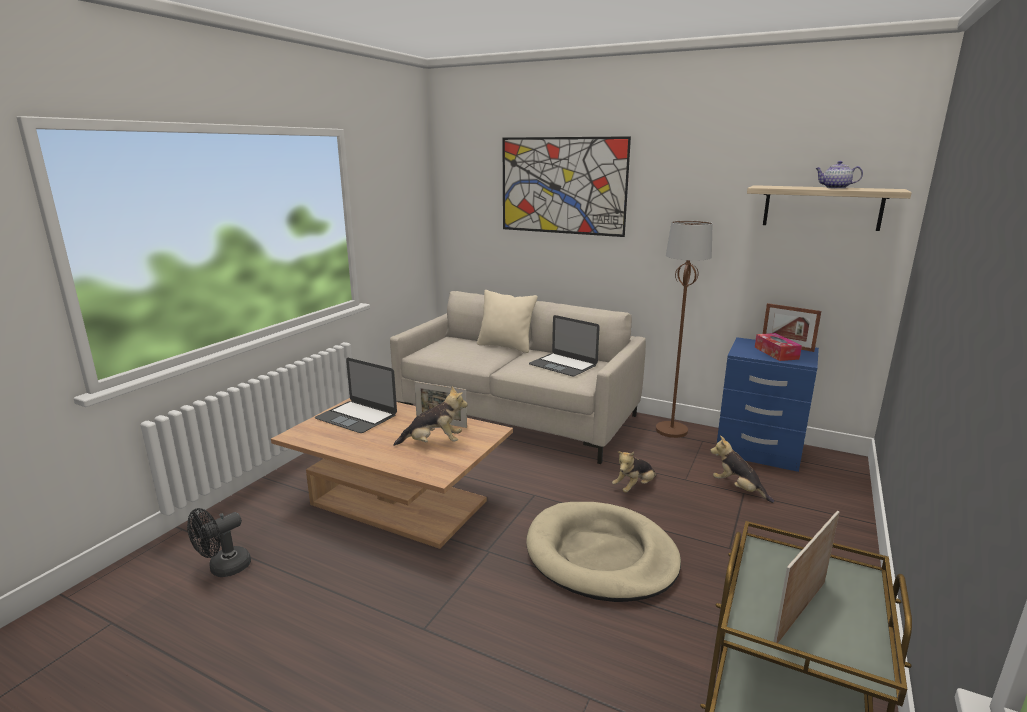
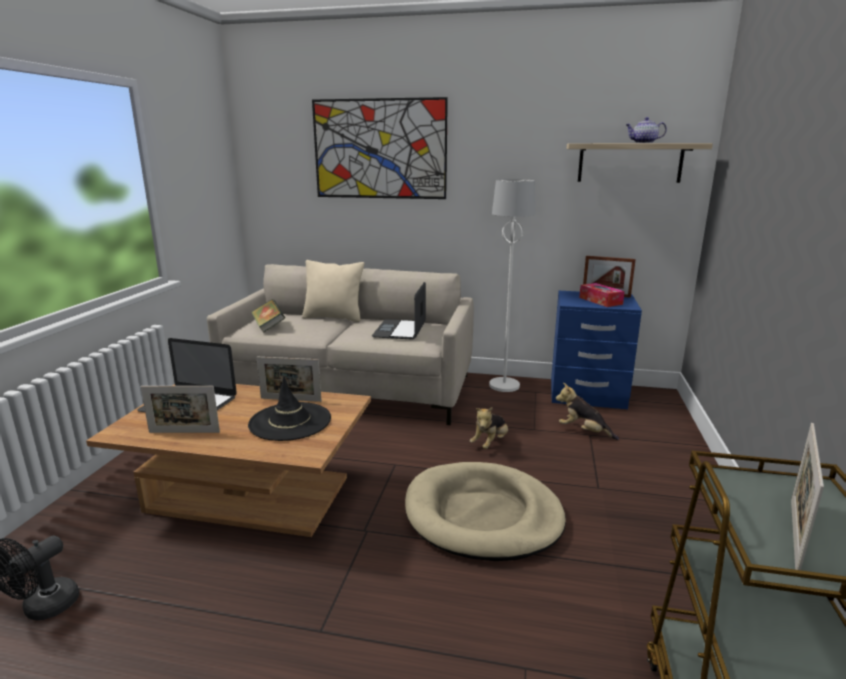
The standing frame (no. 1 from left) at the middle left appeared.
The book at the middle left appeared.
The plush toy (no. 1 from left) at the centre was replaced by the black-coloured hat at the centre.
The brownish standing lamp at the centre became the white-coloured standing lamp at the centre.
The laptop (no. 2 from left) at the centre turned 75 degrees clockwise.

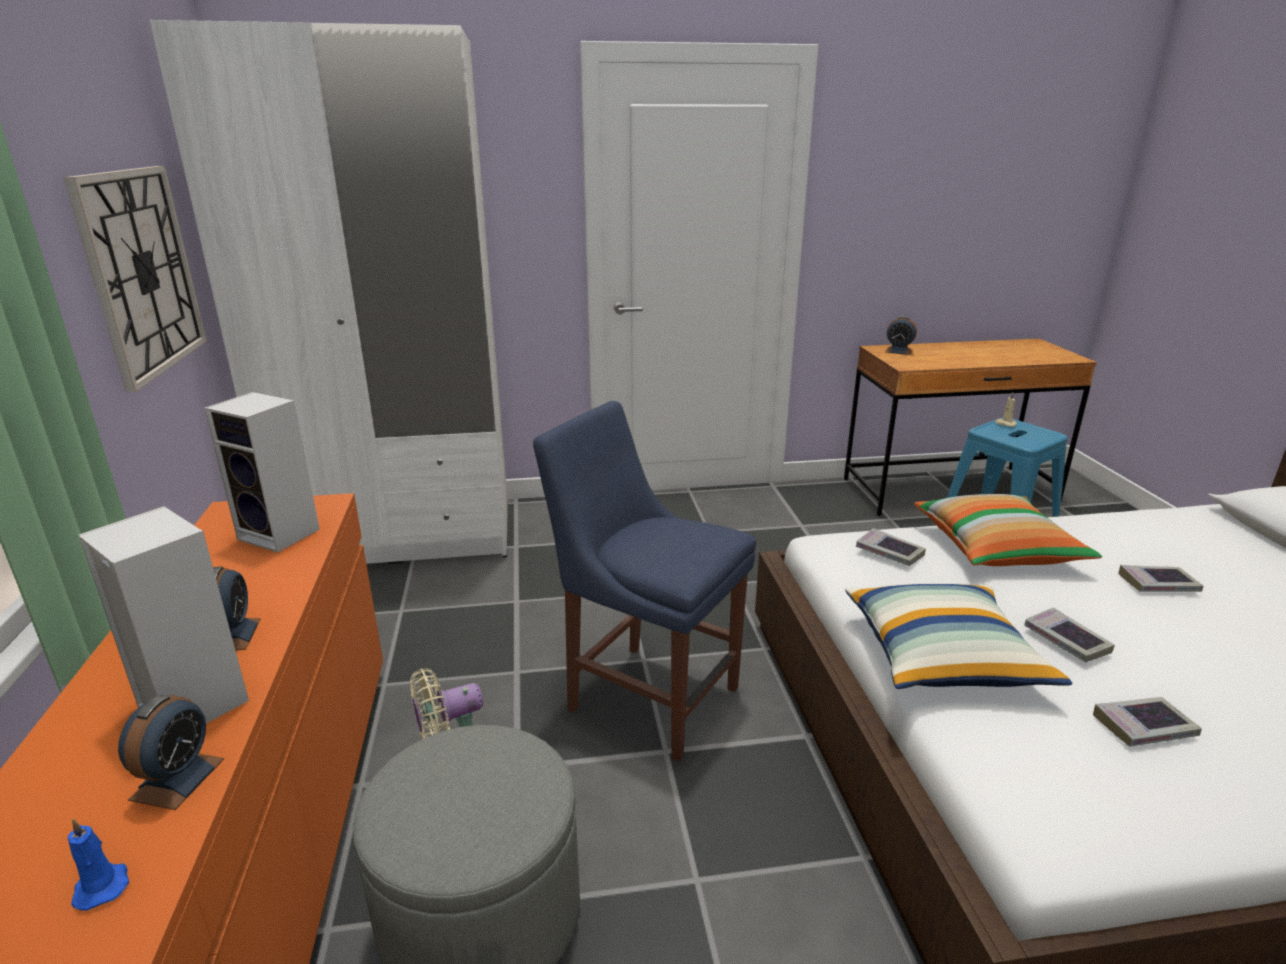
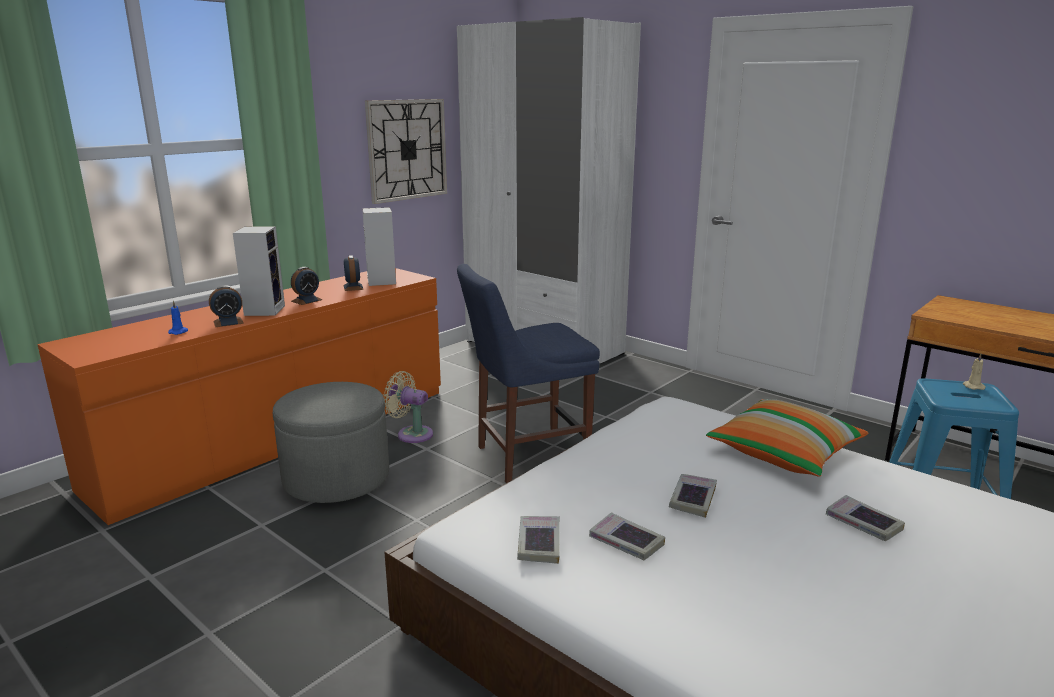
The throw pillow (no. 1 from left) at the middle right disappeared.
The book (no. 1 from left) moved from the middle right to the bottom centre.
The table clock (no. 3 from left) moved from the middle right to the centre.
The blue-coloured upright chair at the centre turned 105 degrees counterclockwise.

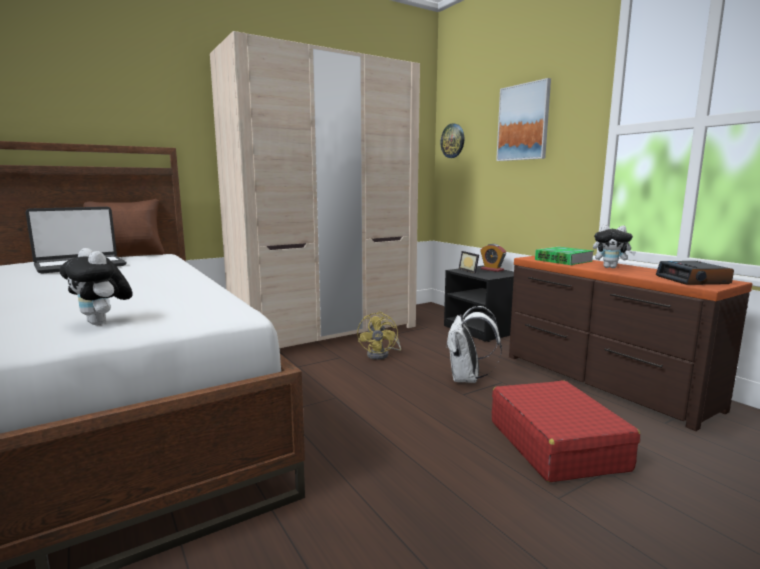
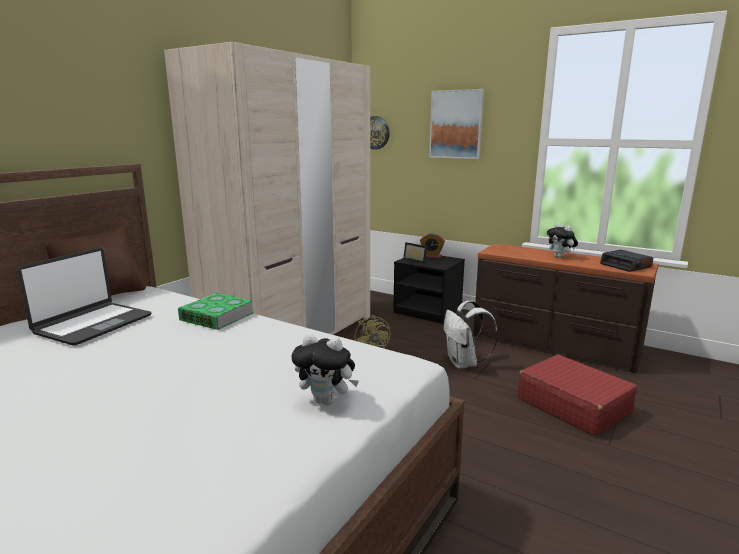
The book moved from the middle right to the middle left.
The plush toy (no. 2 from left) at the middle right turned 60 degrees clockwise.

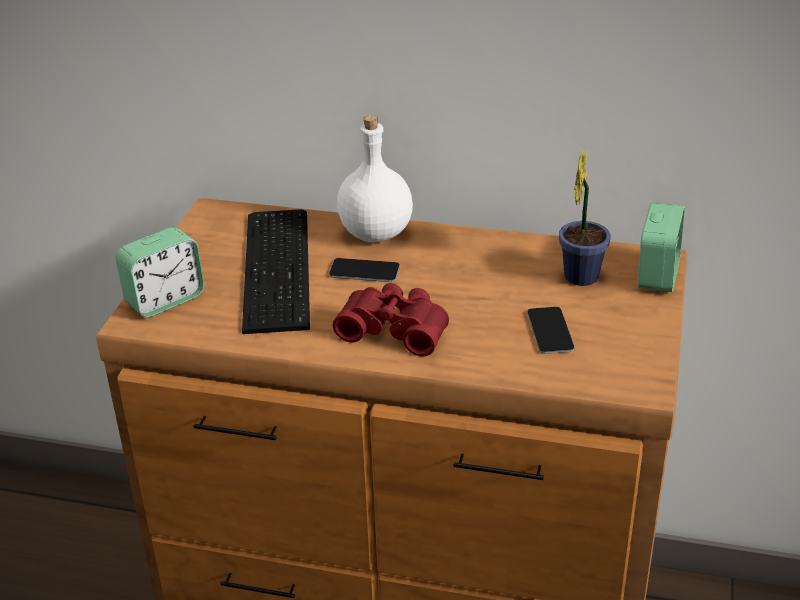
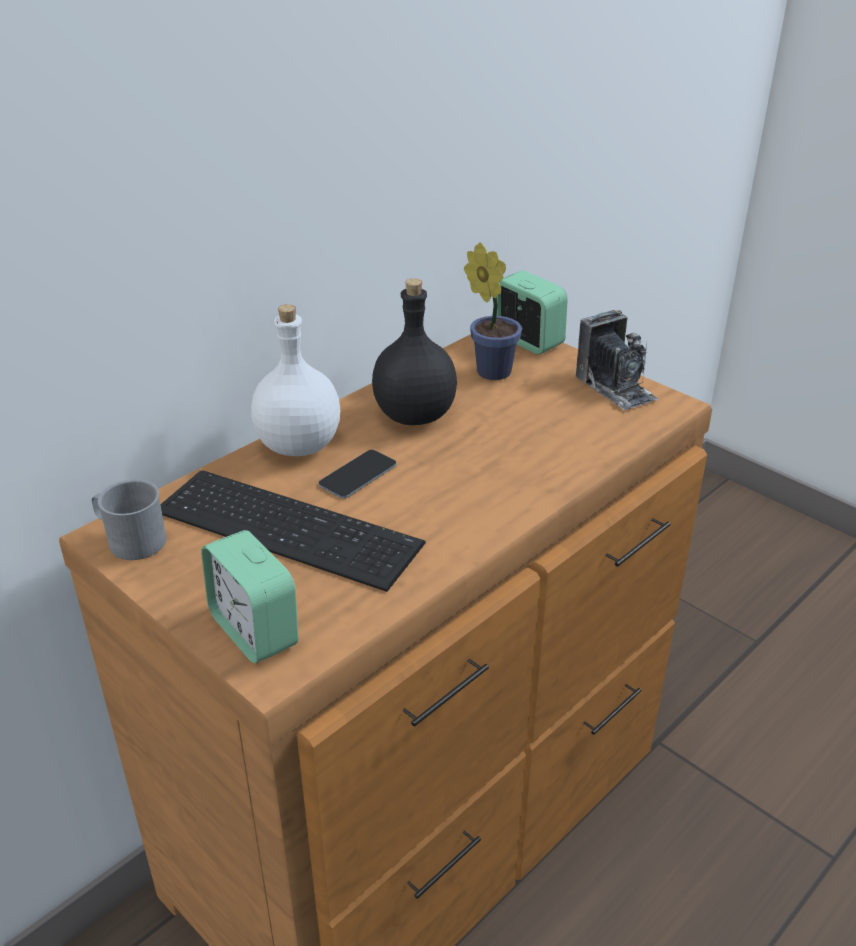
The reddish field glasses at the centre disappeared.
The phone (no. 2 from left) at the middle right disappeared.
The gray coffee mug at the middle left appeared.
The black-coloured beverage bottle at the centre appeared.
The photo camera at the middle right appeared.
The table clock (no. 1 from left) at the middle left turned 150 degrees clockwise.

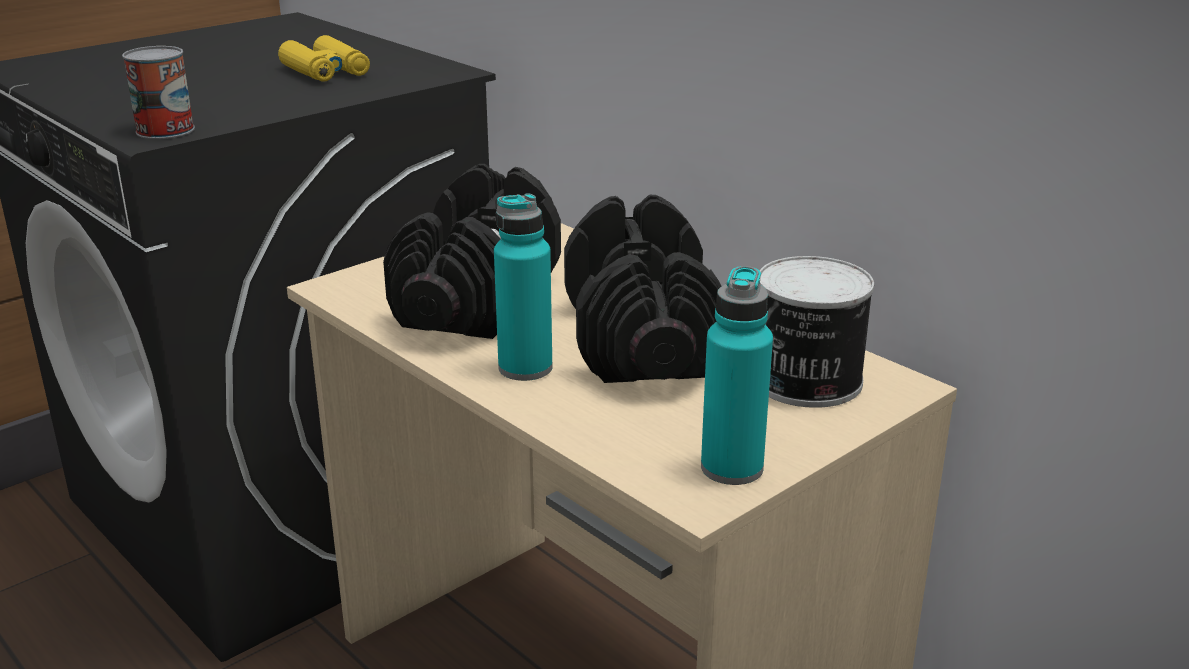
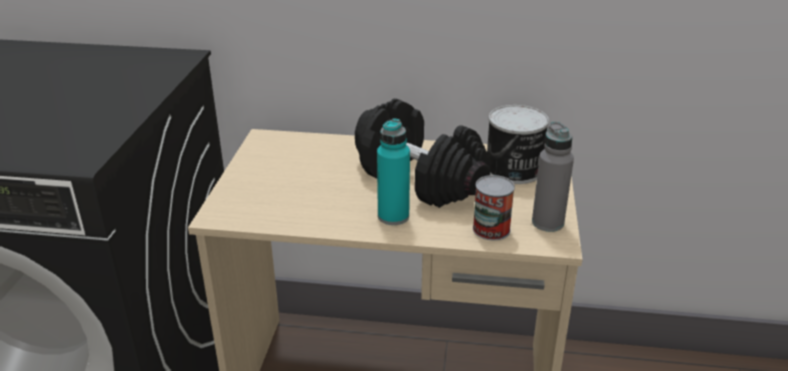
The yellowish field glasses at the top left disappeared.
The black-coloured dumbbell (no. 1 from left) at the centre disappeared.
The can (no. 1 from left) moved from the top left to the centre.
The turquoise-coloured beverage bottle (no. 2 from left) at the centre became the gray beverage bottle at the middle right.

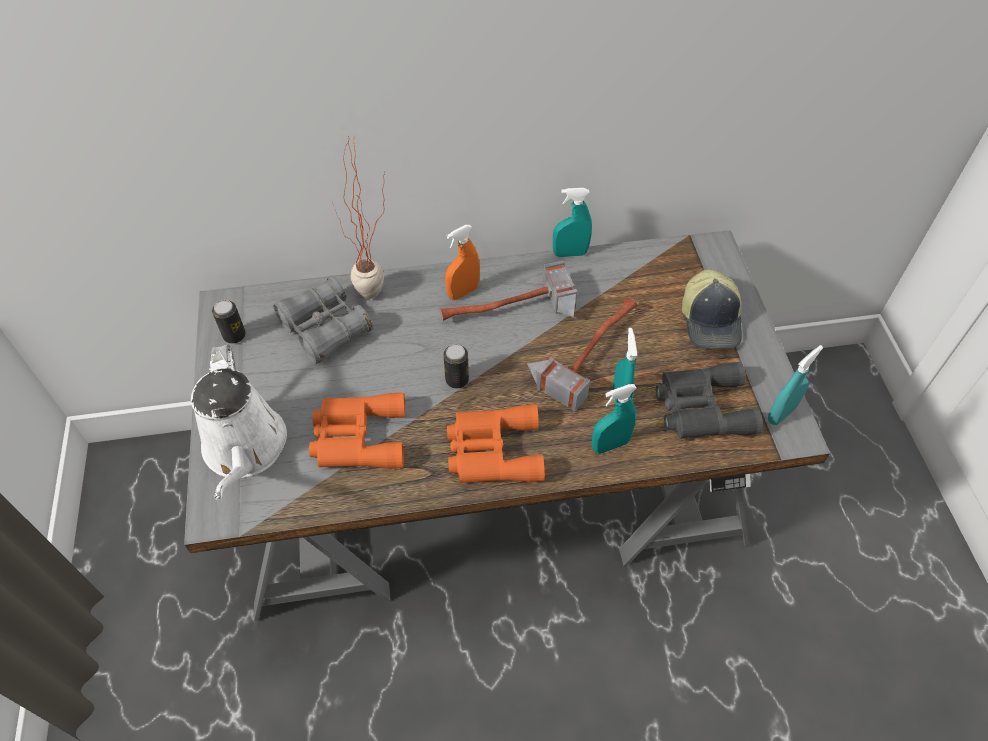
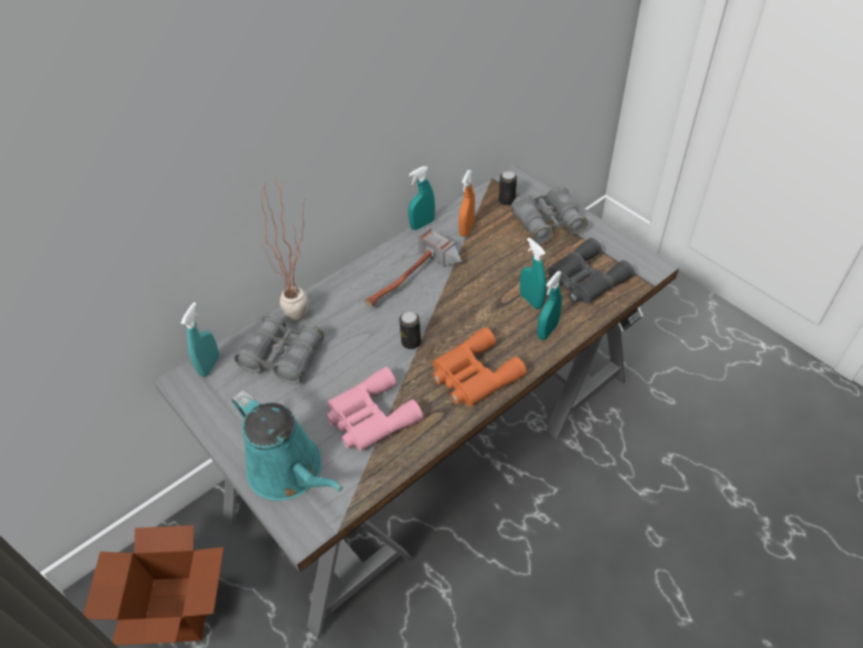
The tool hammer (no. 2 from left) at the centre disappeared.
The cardboard box at the bottom left appeared.
The can (no. 1 from left in the first image) moved from the middle left to the top centre.
The orange-coloured spray bottle moved from the centre to the top centre.
The turquoise-coloured spray bottle (no. 4 from left in the first image) moved from the middle right to the middle left.
The baseball cap at the middle right was replaced by the gray field glasses (no. 2 from left) at the top centre.
The white-coloured watering pot at the middle left became the turquoise-coloured watering pot at the bottom left.
The orange-coloured field glasses (no. 1 from left) at the centre became the pinkish field glasses at the centre.

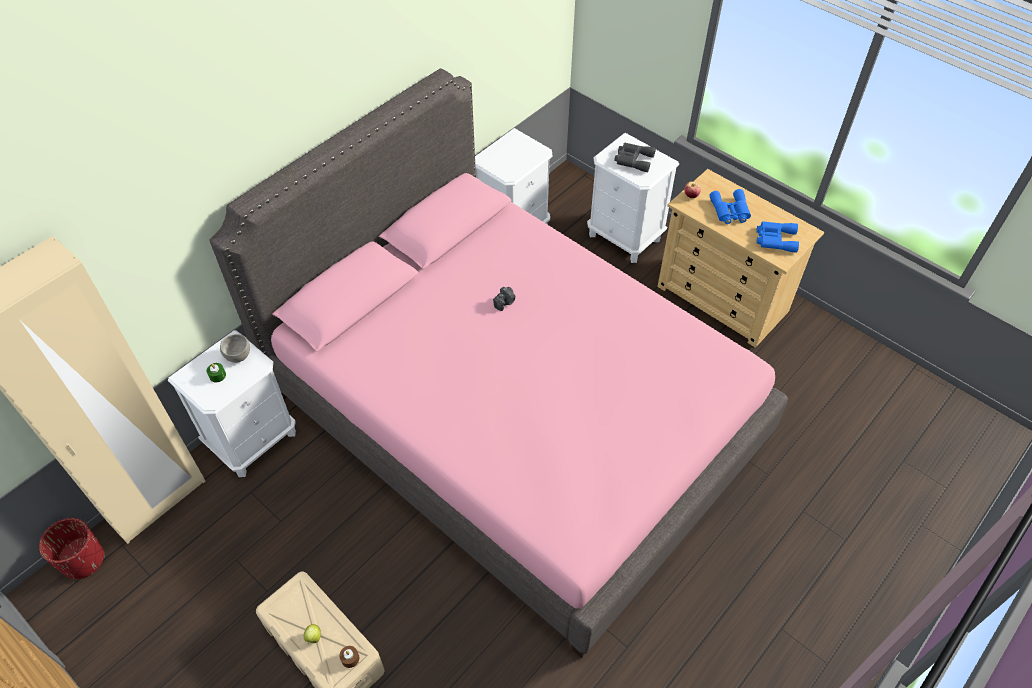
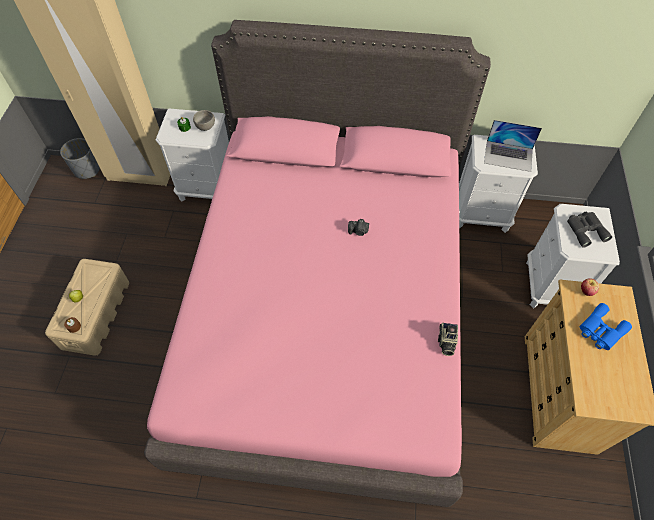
The blue-coloured field glasses (no. 2 from left) at the middle right disappeared.
The photo camera (no. 2 from left) at the middle right appeared.
The laptop at the top right appeared.
The reddish plant pot at the bottom left became the gray plant pot at the top left.

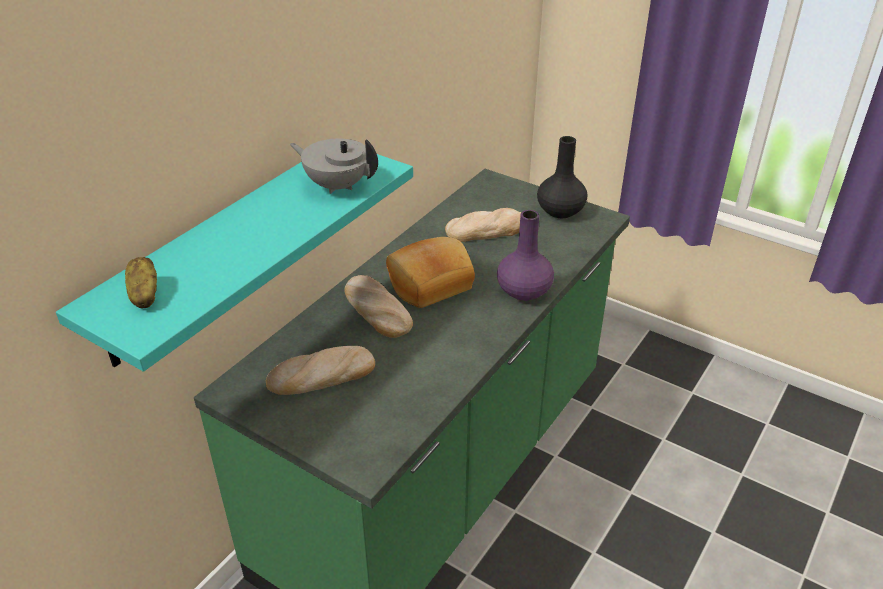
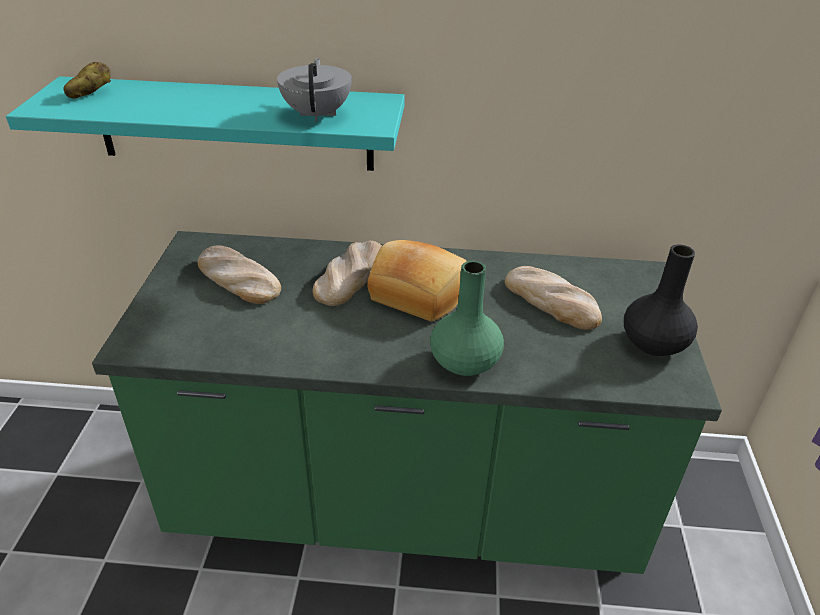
The purple vase at the centre became the greenish vase at the centre.

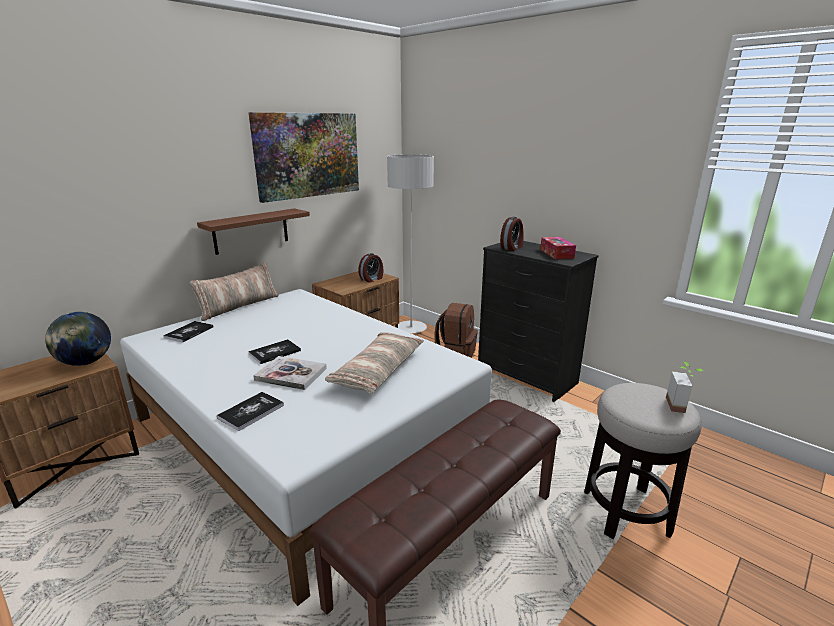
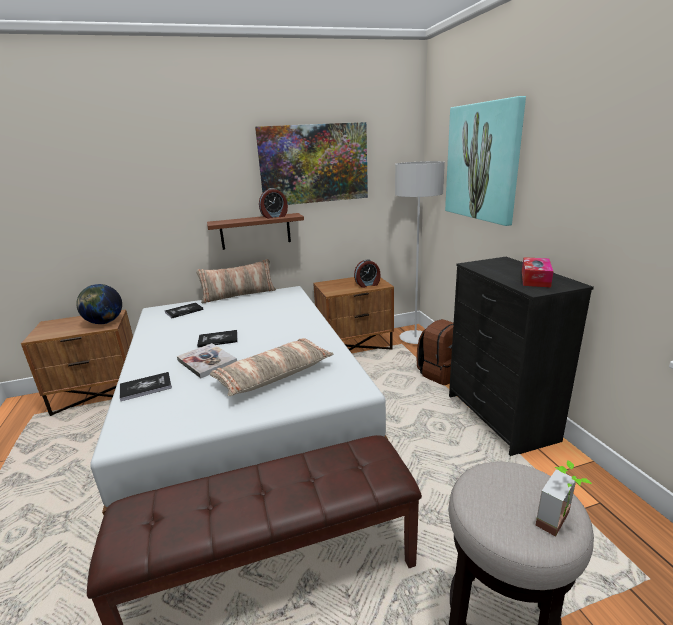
The wall art (no. 2 from left) at the top right appeared.
The table clock (no. 2 from left in the first image) moved from the centre to the top centre.

